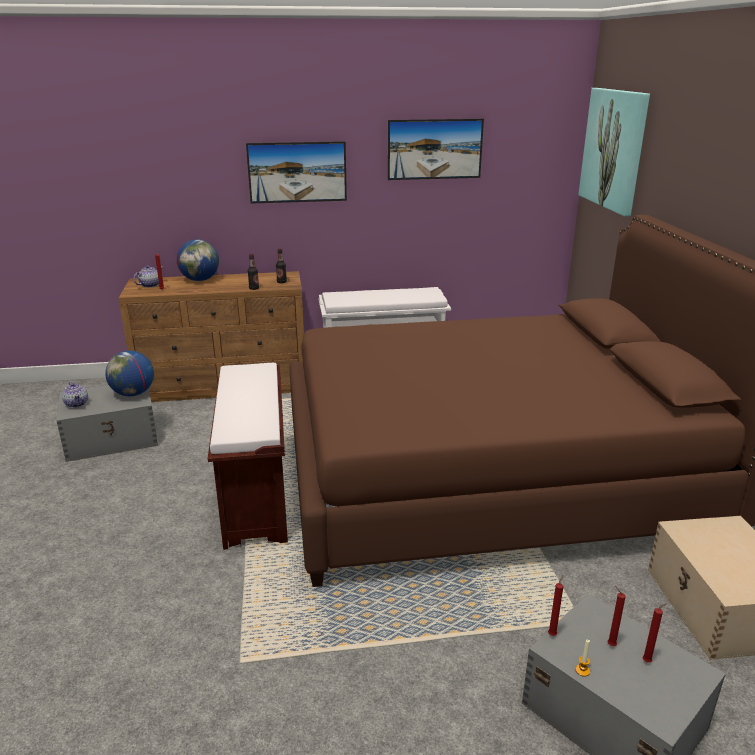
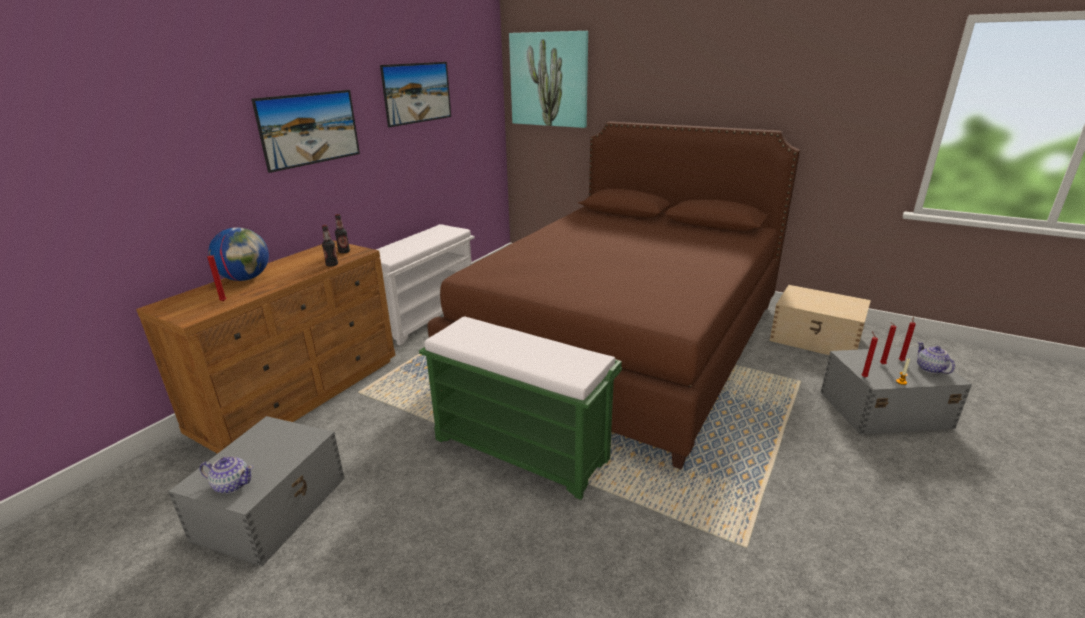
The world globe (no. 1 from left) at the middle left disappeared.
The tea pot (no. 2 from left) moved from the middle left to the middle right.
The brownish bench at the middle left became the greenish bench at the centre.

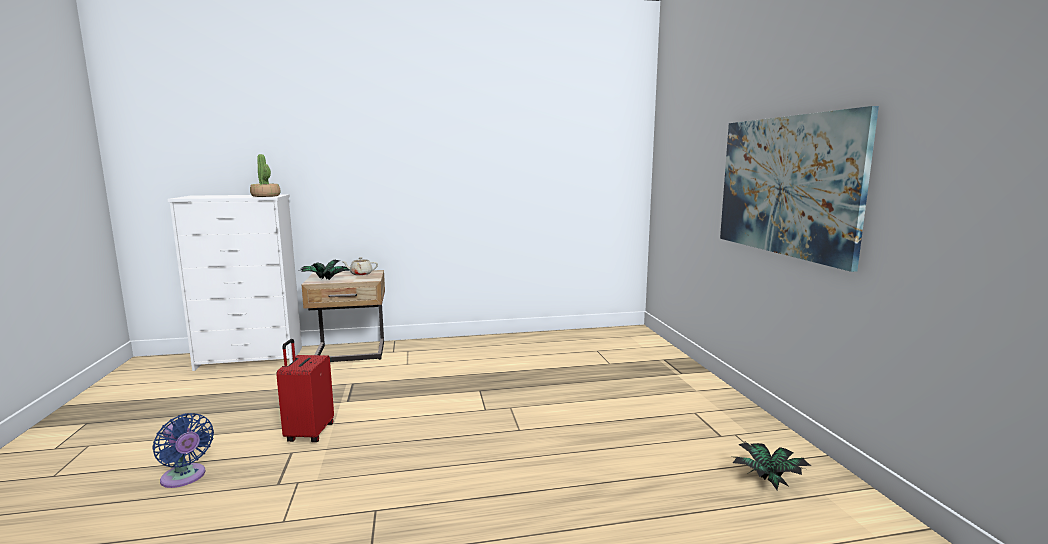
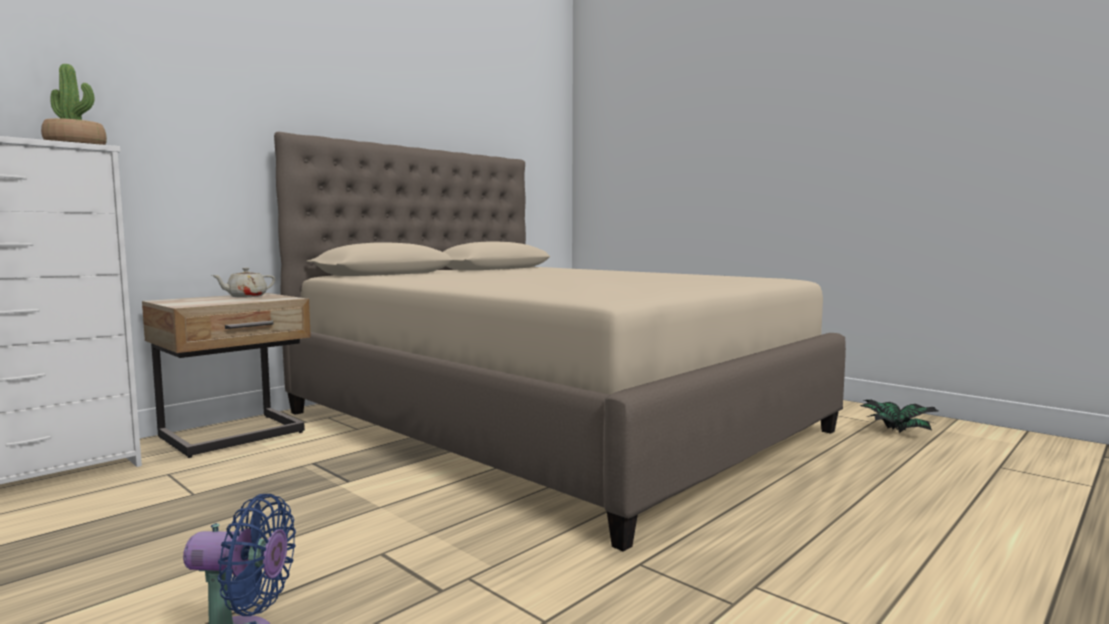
The reddish travel case at the bottom left disappeared.
The potted plant (no. 2 from left) at the middle left disappeared.
The wall art at the middle right disappeared.
The beige-coloured bedroom bed at the centre appeared.

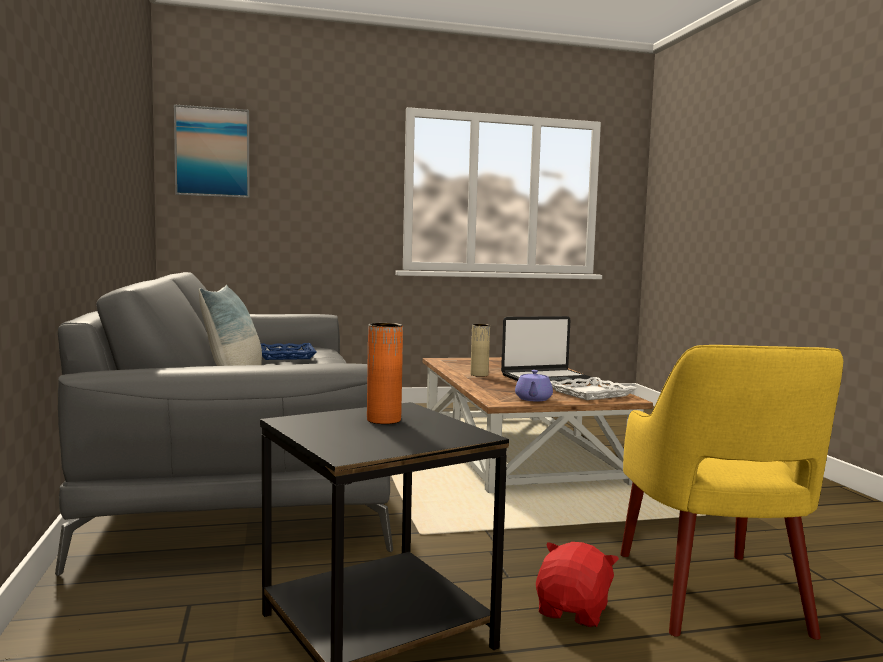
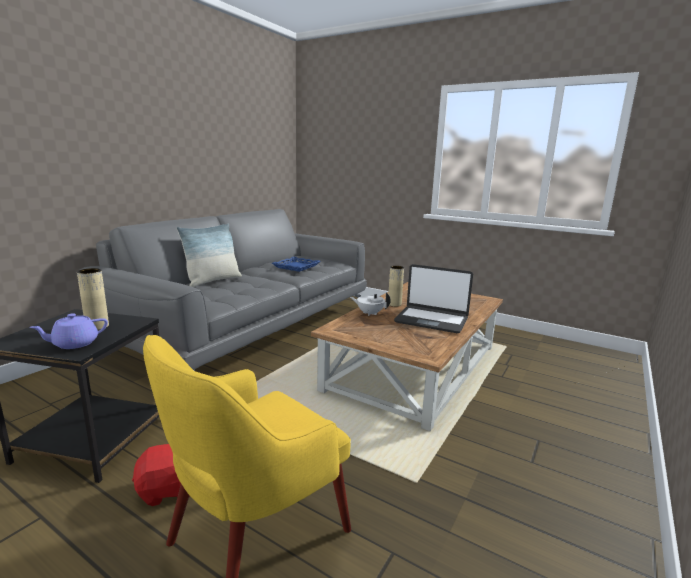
The wall art at the top left disappeared.
The white-coloured serving tray at the middle right disappeared.
The white-coloured tea pot at the centre appeared.
The purple tea pot moved from the centre to the middle left.
The orange-coloured vase at the centre became the beige-coloured vase (no. 1 from left) at the middle left.

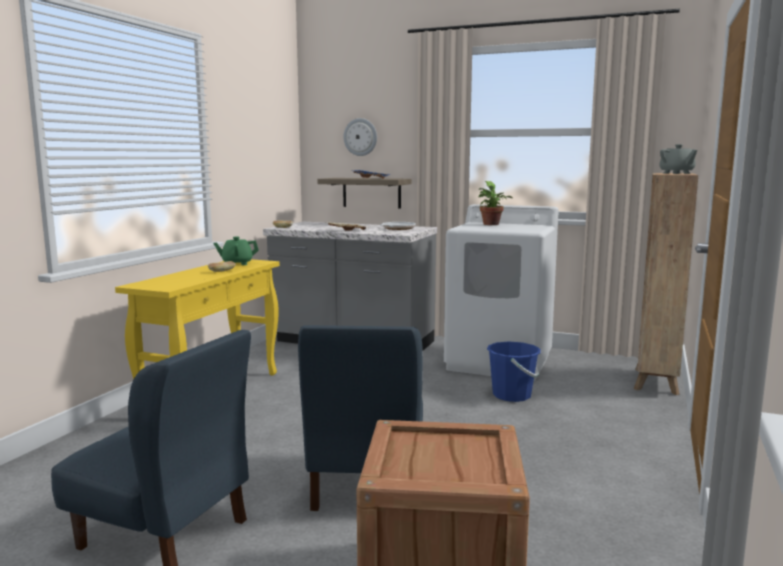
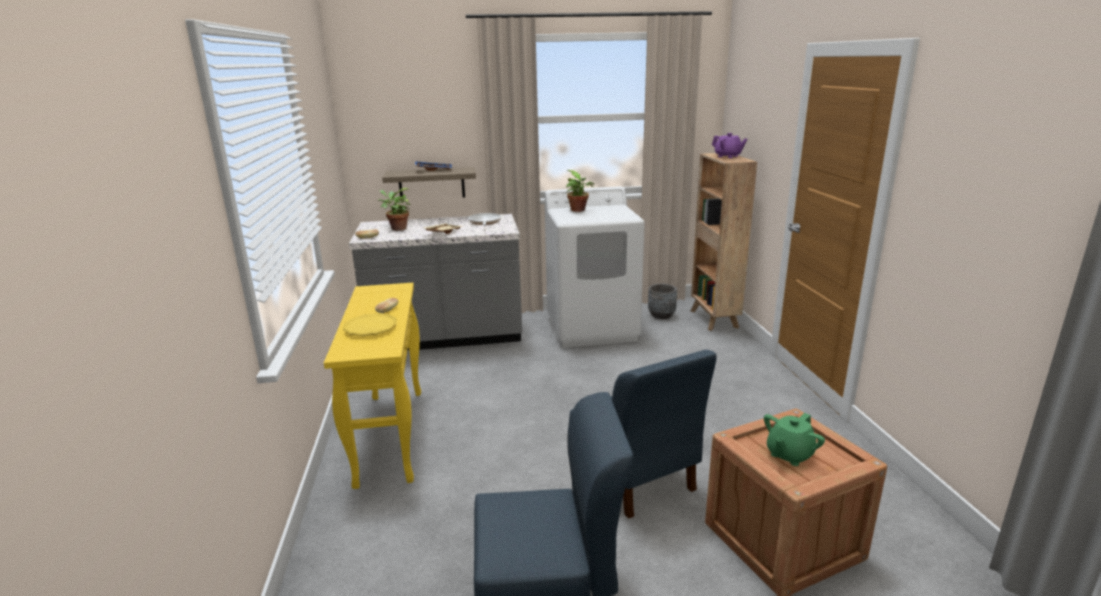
The wall clock at the top centre disappeared.
The blue-coloured water bucket at the centre disappeared.
The yellowish dinner plate at the centre appeared.
The potted plant (no. 1 from left) at the centre appeared.
The gray plant pot at the centre appeared.
The greenish tea pot moved from the middle left to the bottom right.
The gray tea pot at the top right became the purple tea pot at the top centre.

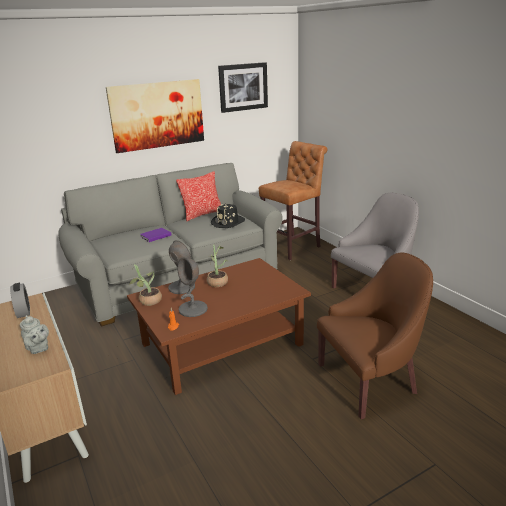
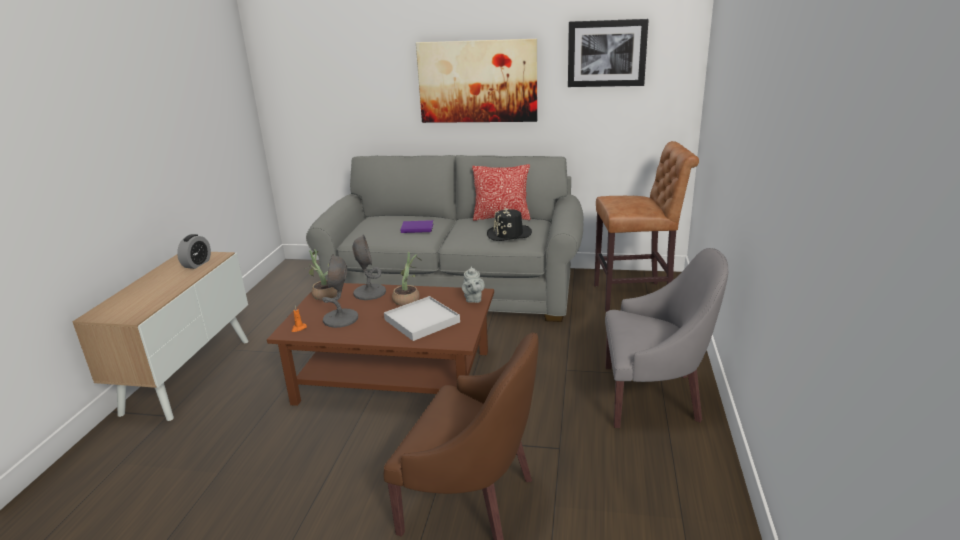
The white-coloured serving tray at the centre appeared.
The gray tea pot moved from the middle left to the centre.

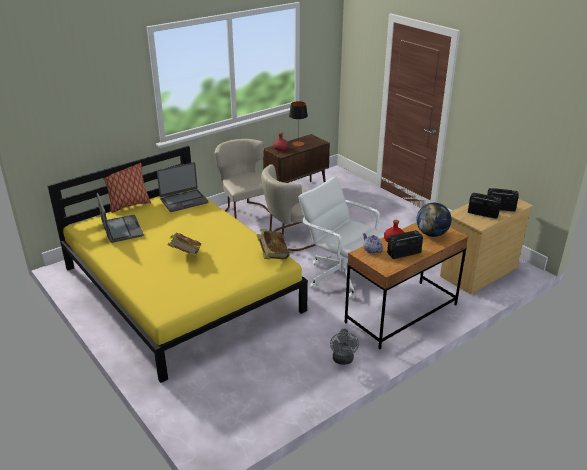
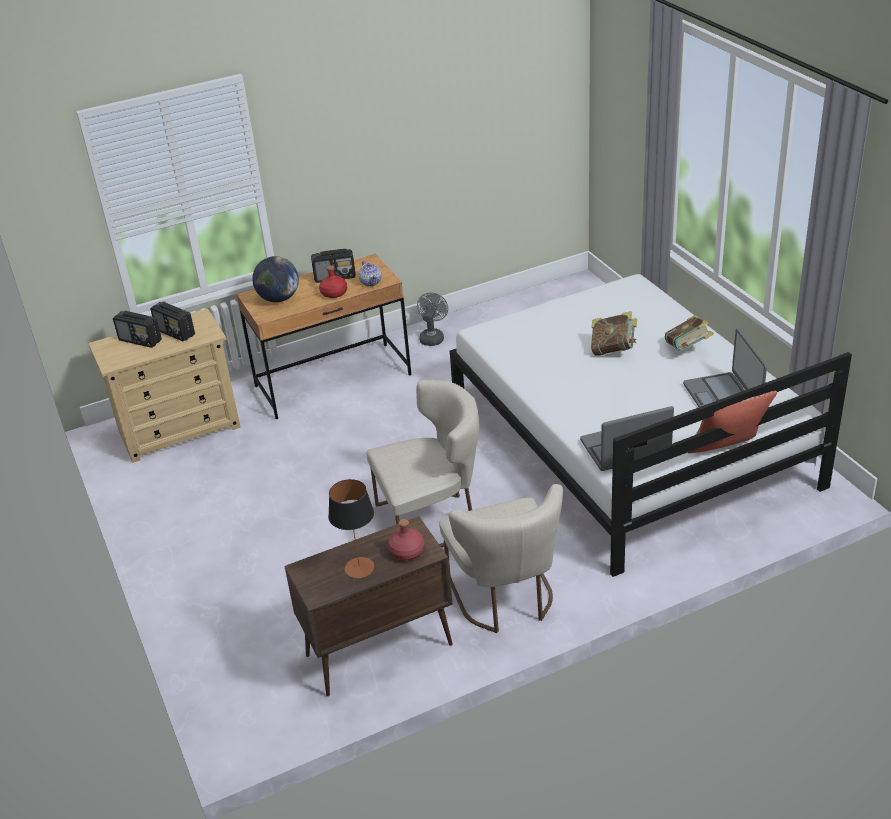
The white-coloured computer chair at the centre disappeared.
The book (no. 2 from left) moved from the centre to the middle right.
The yellowish bedroom bed at the middle left became the white-coloured bedroom bed at the middle right.

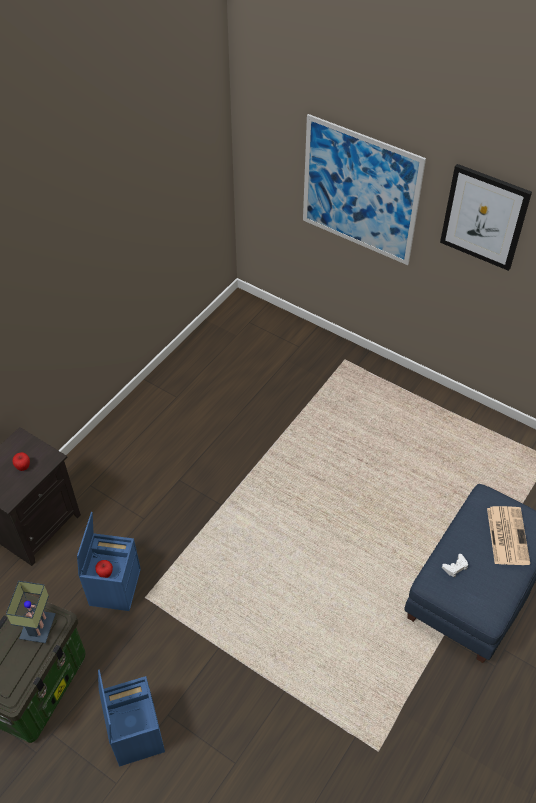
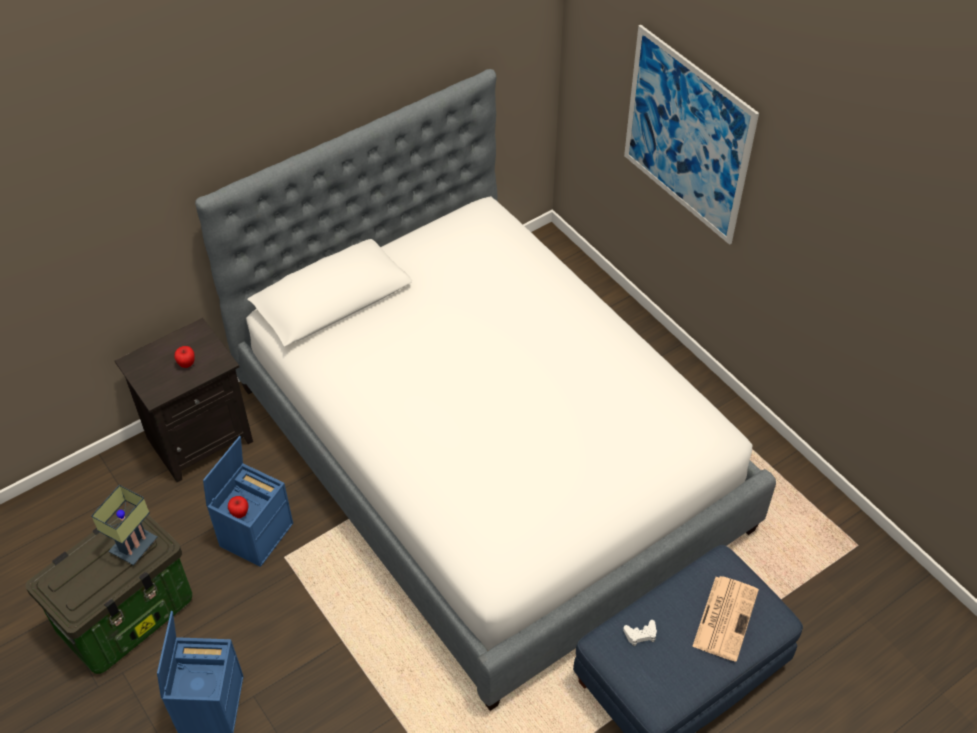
The wall art (no. 2 from left) at the top right disappeared.
The bedroom bed at the centre appeared.

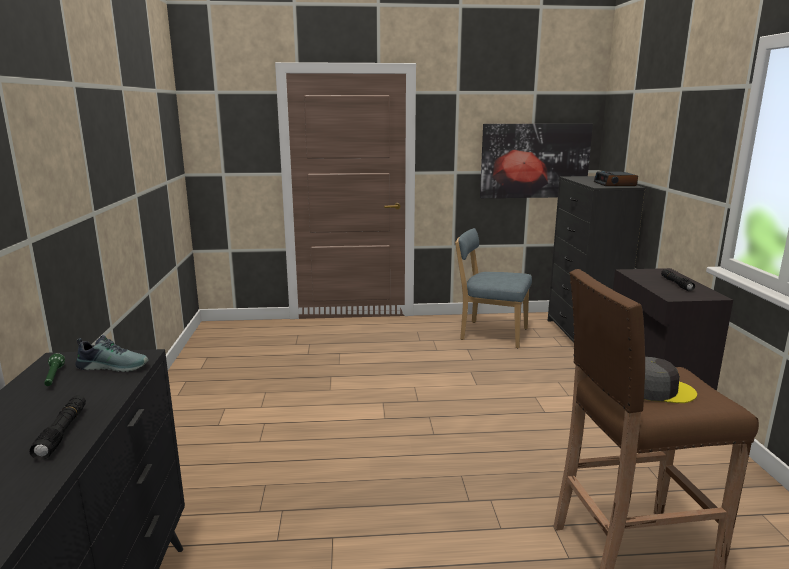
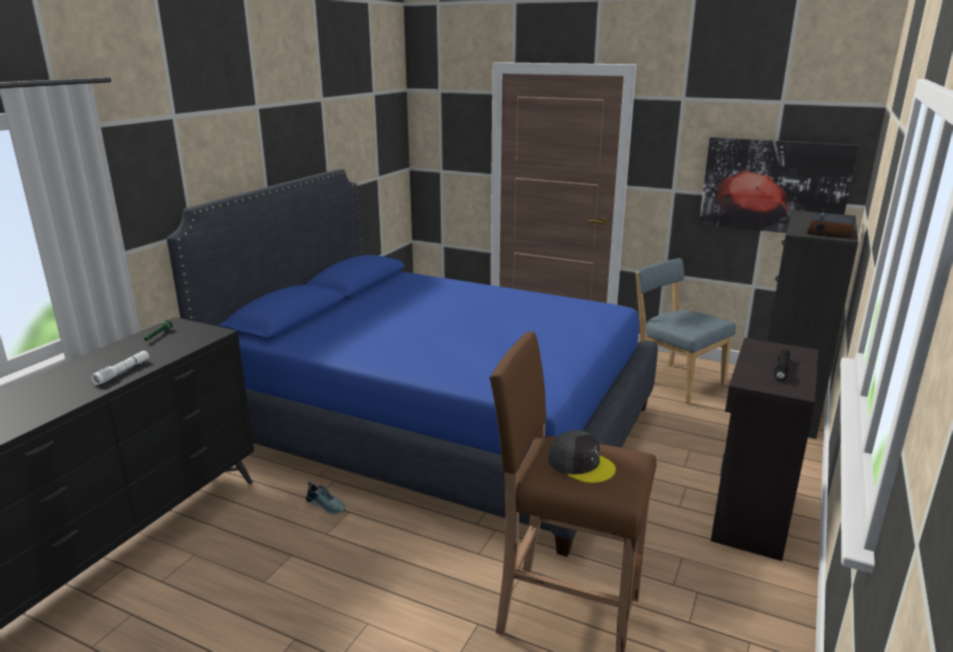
The blue-coloured bedroom bed at the centre appeared.
The shoe moved from the middle left to the bottom centre.
The black-coloured flashlight (no. 1 from left) at the bottom left became the white-coloured flashlight at the middle left.

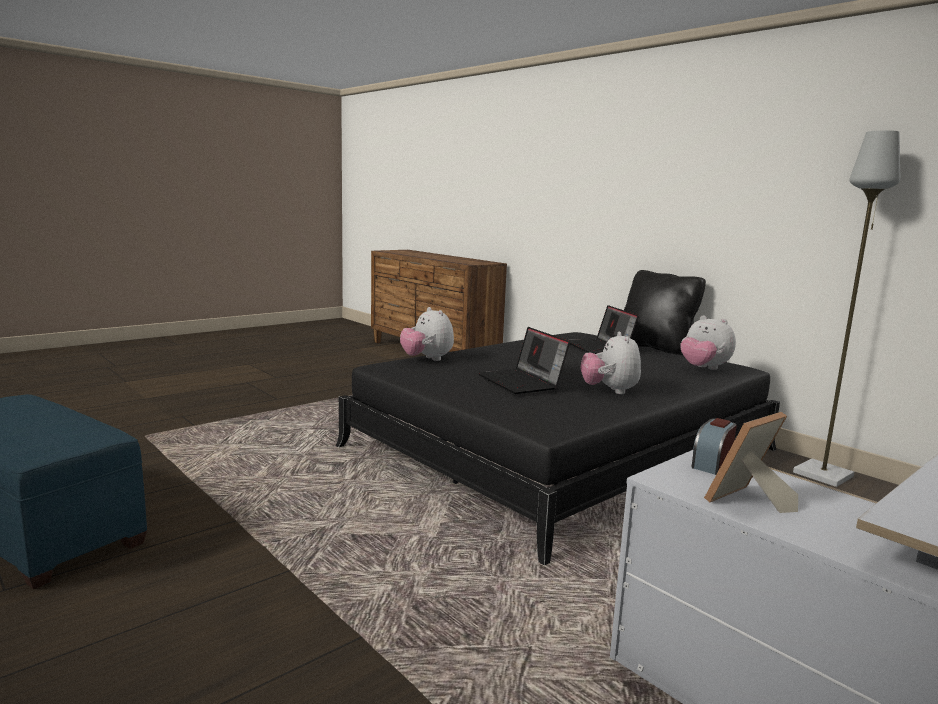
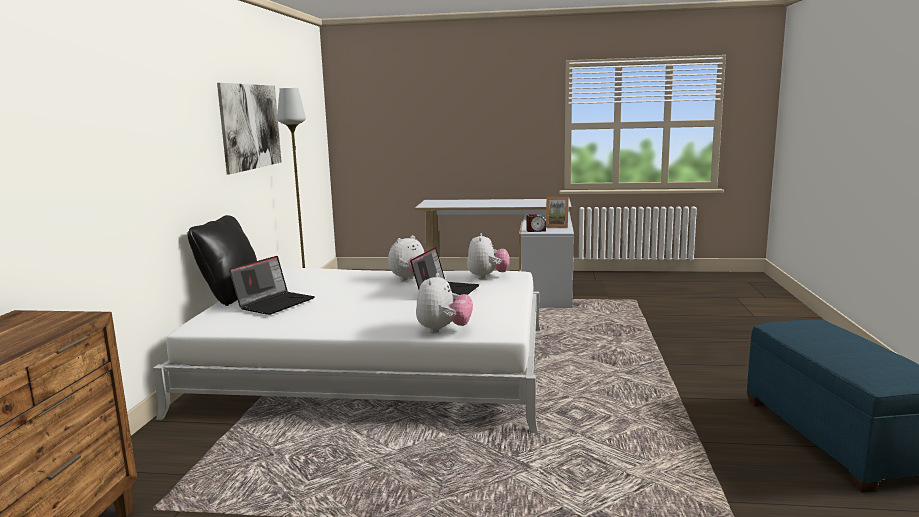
The wall art at the top left appeared.
The plush toy (no. 3 from left) moved from the middle right to the centre.
The black-coloured bedroom bed at the centre became the white-coloured bedroom bed at the bottom centre.

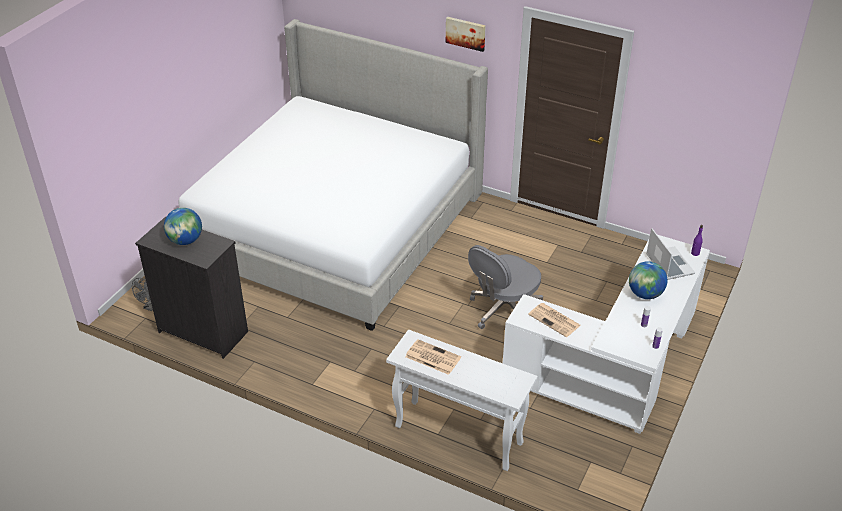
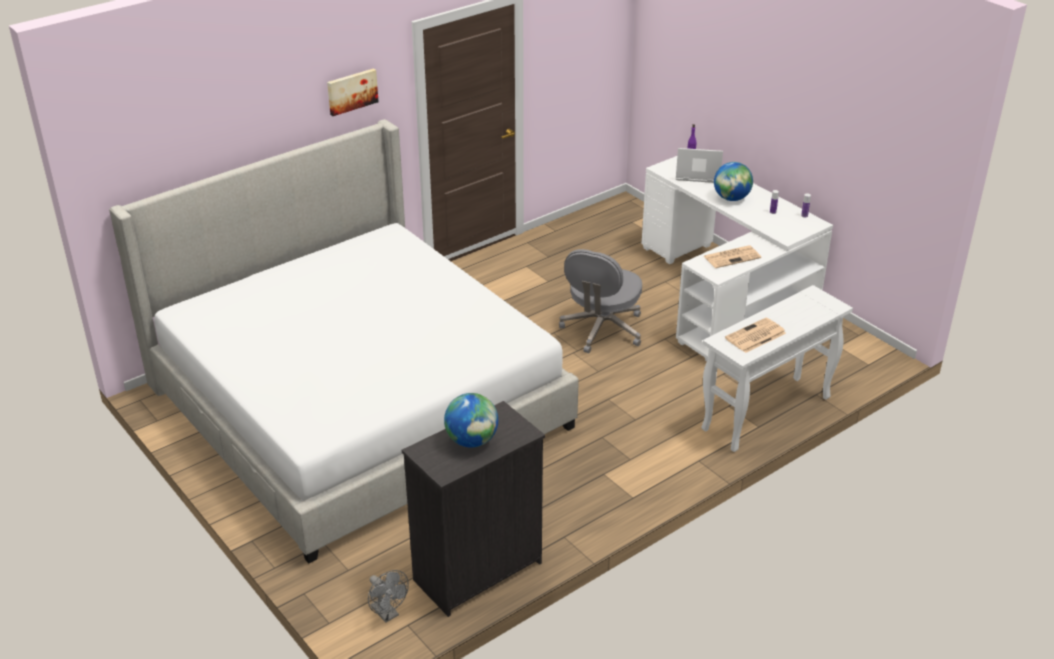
The gray computer chair at the centre turned 45 degrees clockwise.

